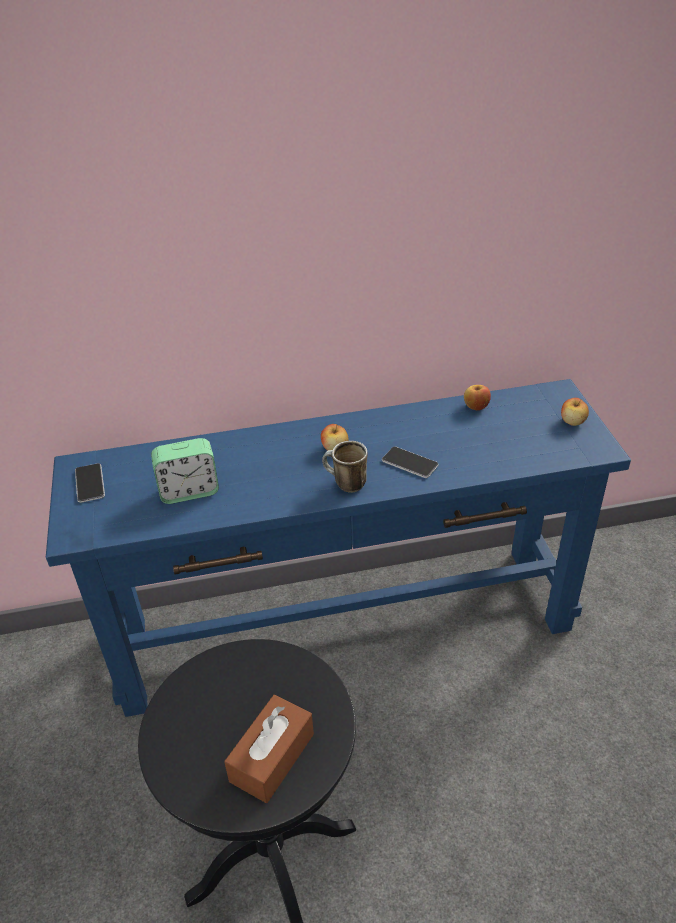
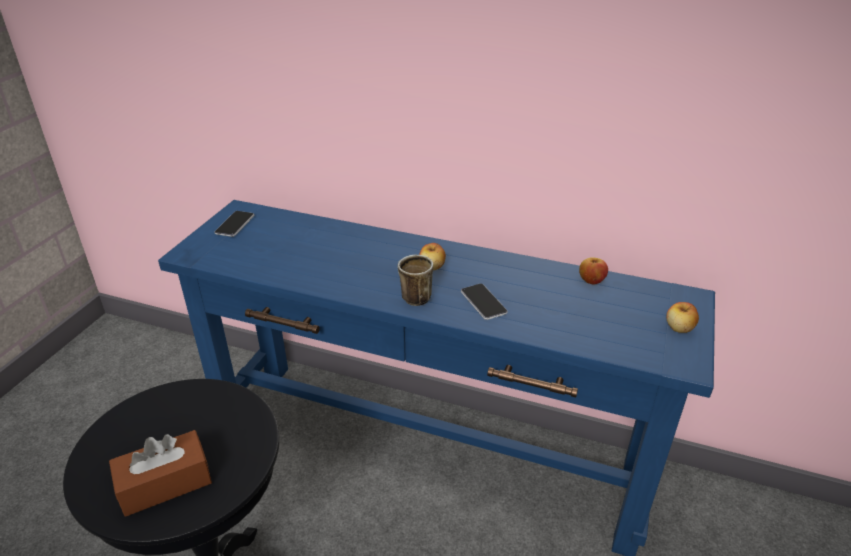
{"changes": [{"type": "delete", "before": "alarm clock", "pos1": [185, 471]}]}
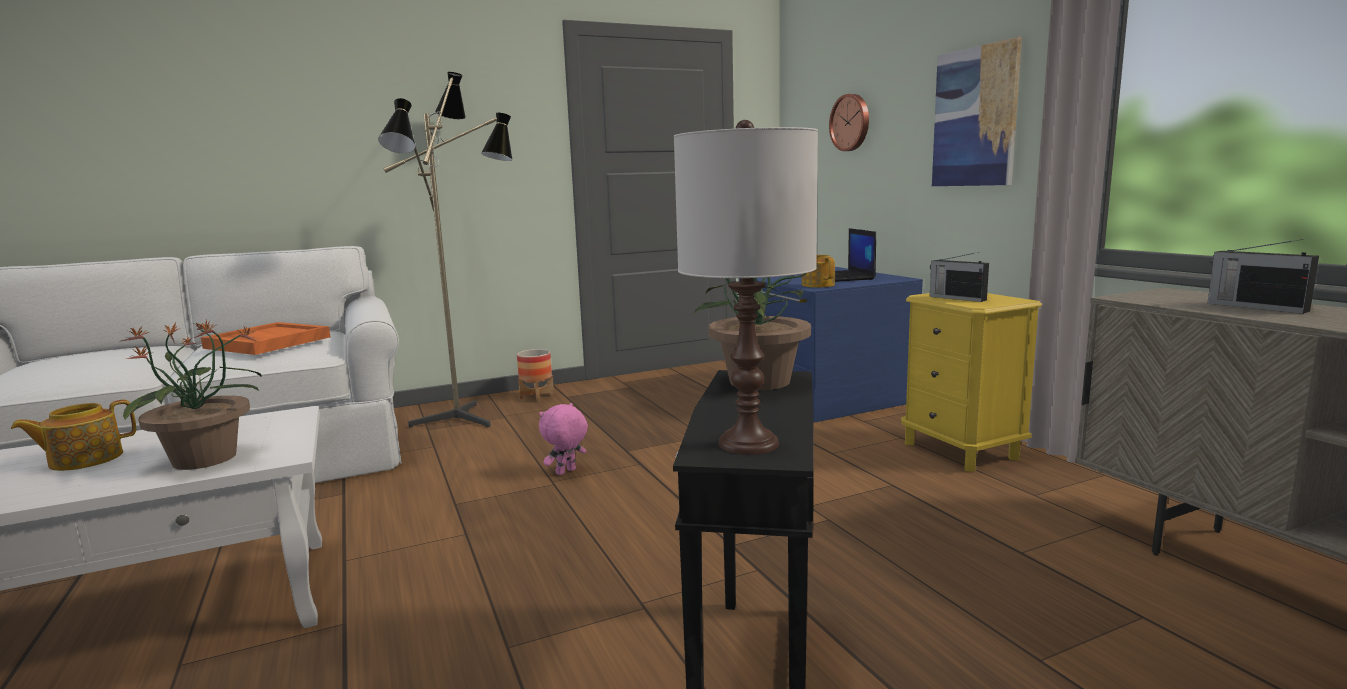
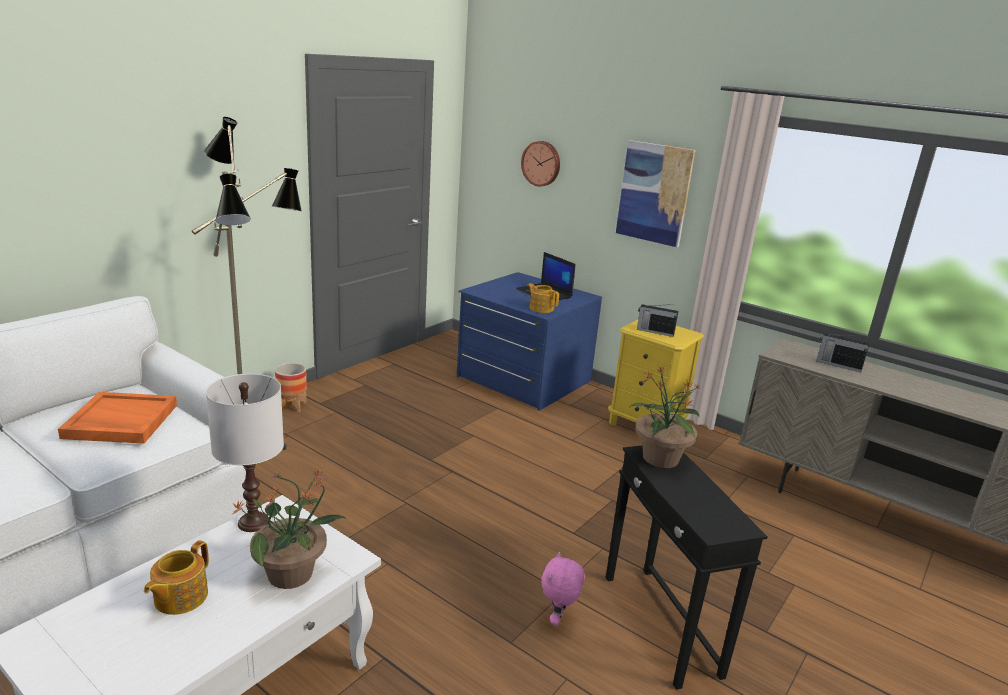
{"changes": [{"type": "move", "before": "pink plush toy", "pos1": [563, 439], "pos2": [563, 589]}, {"type": "move", "before": "white table lamp", "pos1": [746, 287], "pos2": [245, 453]}]}
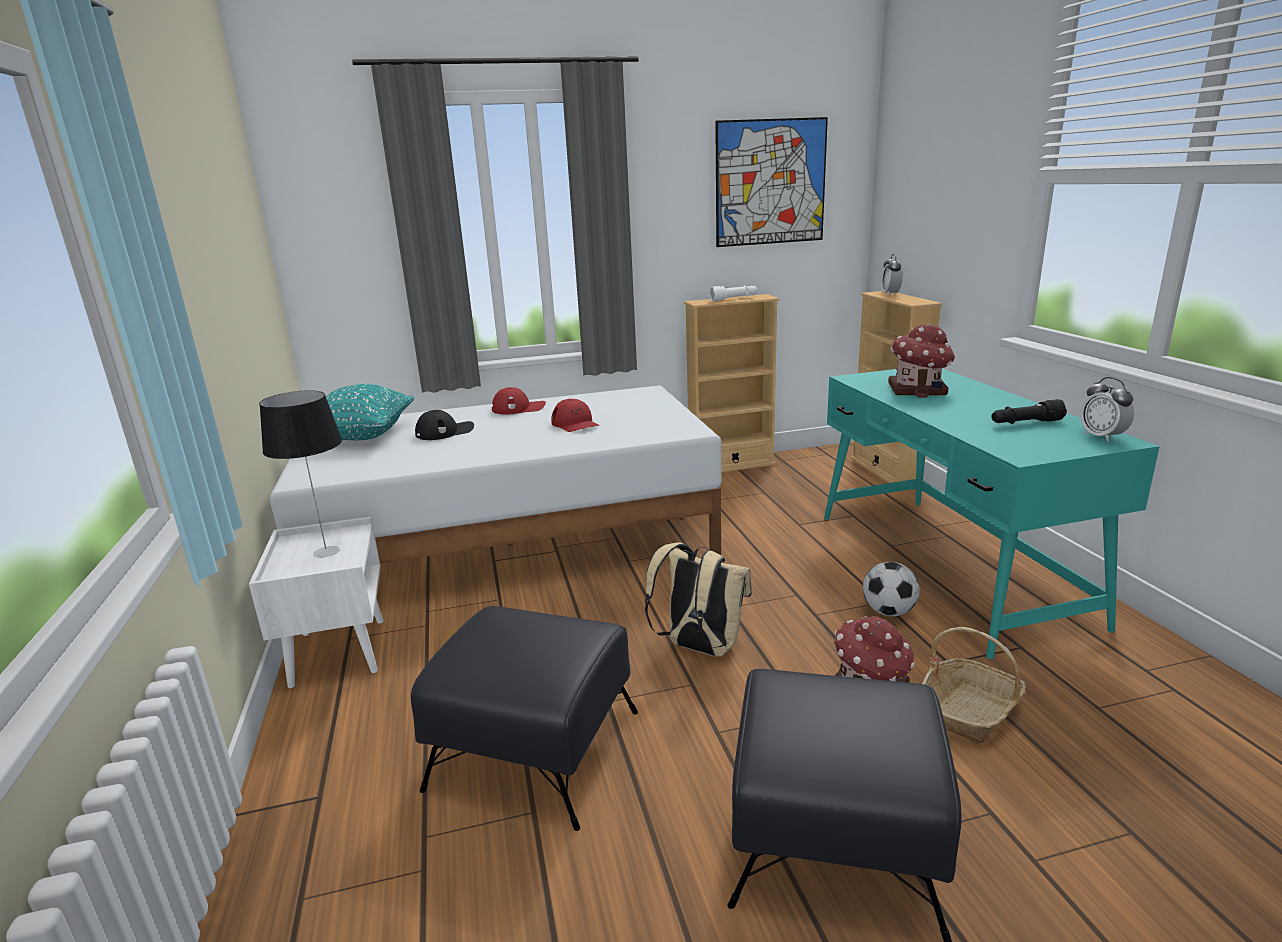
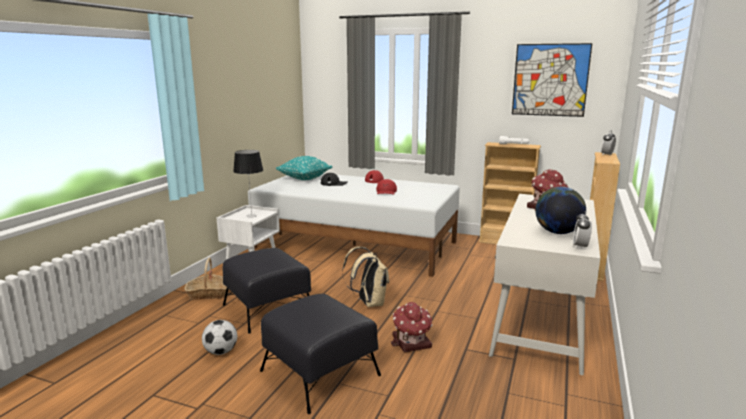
{"changes": [{"type": "move", "before": "football", "pos1": [891, 589], "pos2": [219, 337]}, {"type": "move", "before": "basket", "pos1": [974, 685], "pos2": [206, 278]}, {"type": "replace", "before": "black flashlight", "after": "globe", "pos1": [1029, 411], "pos2": [560, 210]}, {"type": "recolor", "before": "turquoise desk", "after": "white desk", "pos1": [992, 514], "pos2": [544, 284]}]}
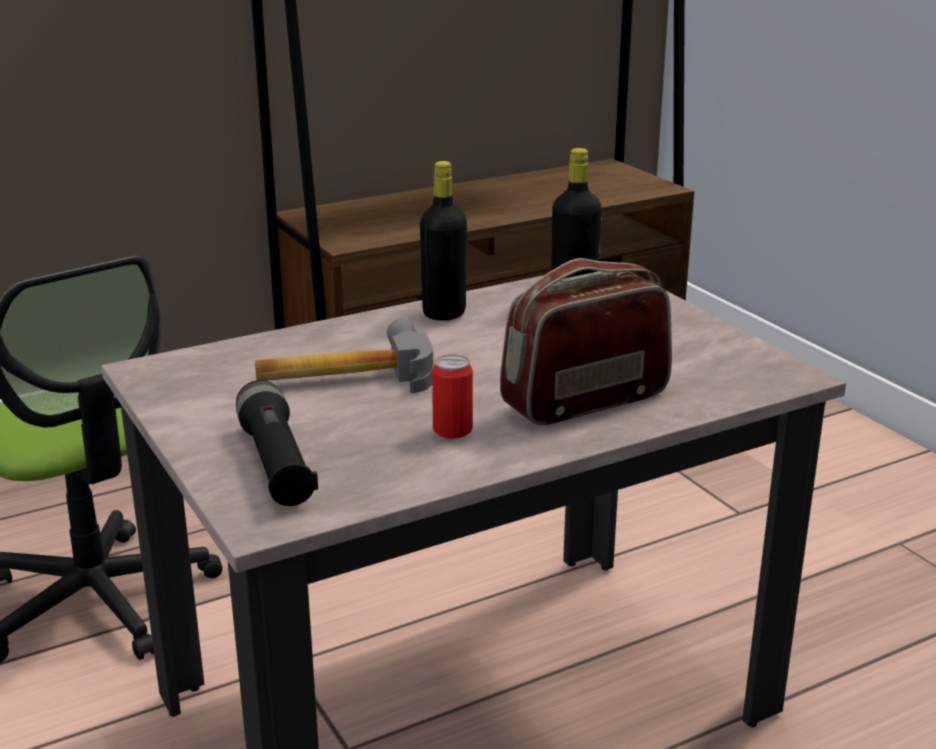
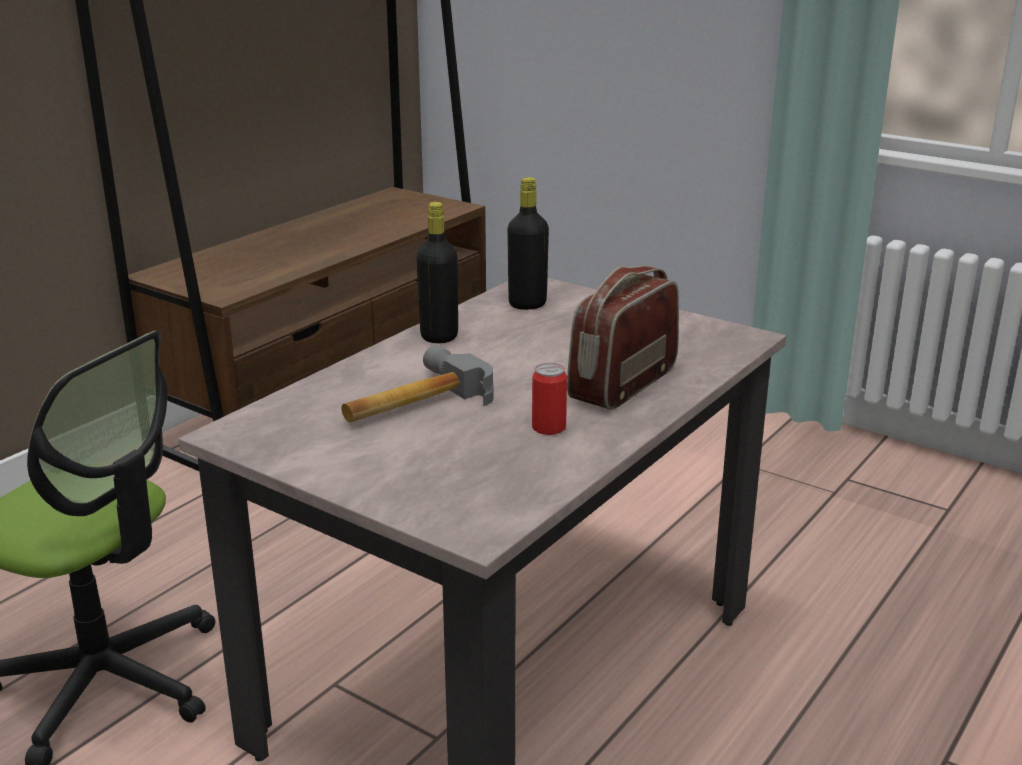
{"changes": [{"type": "delete", "before": "black flashlight", "pos1": [277, 443]}]}
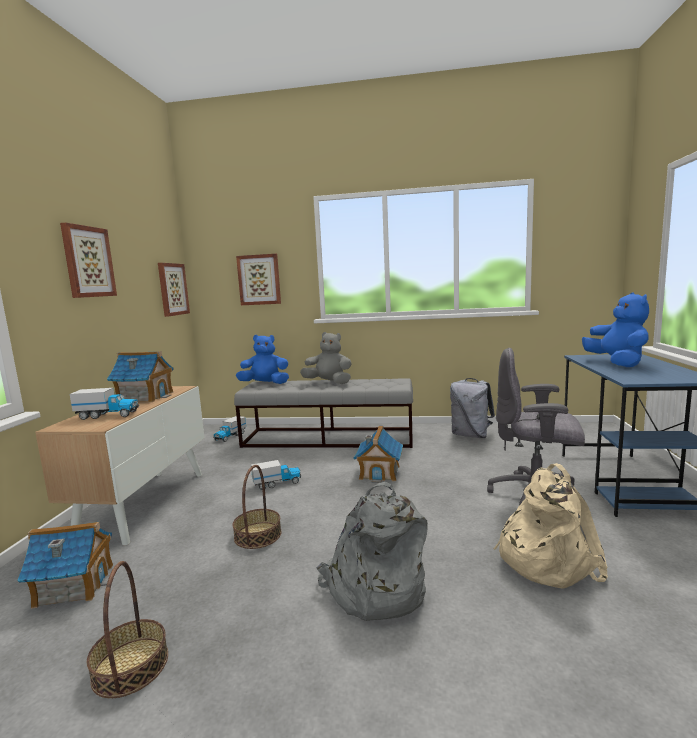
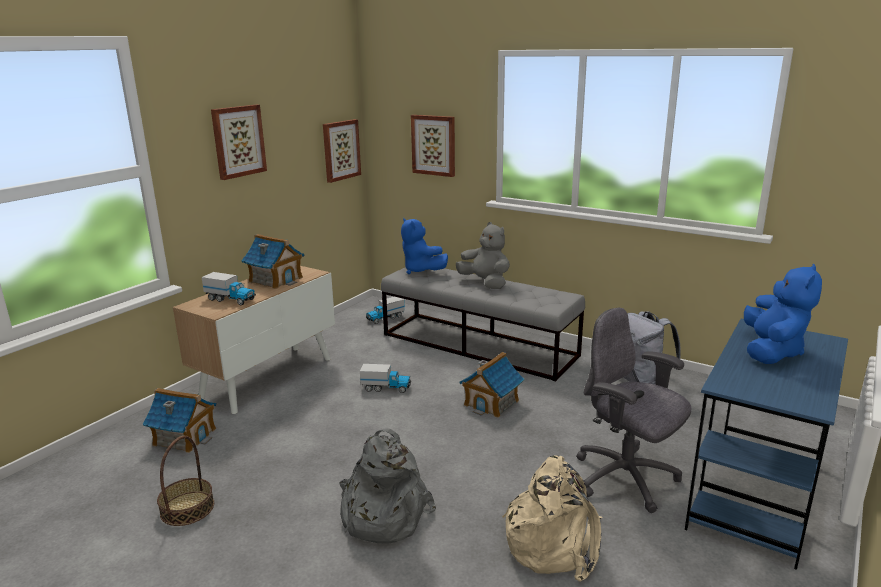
{"changes": [{"type": "delete", "before": "basket", "pos1": [257, 507]}, {"type": "rotate", "before": "blue plush toy", "pos1": [262, 359], "pos2": [424, 246], "turn": -150}]}
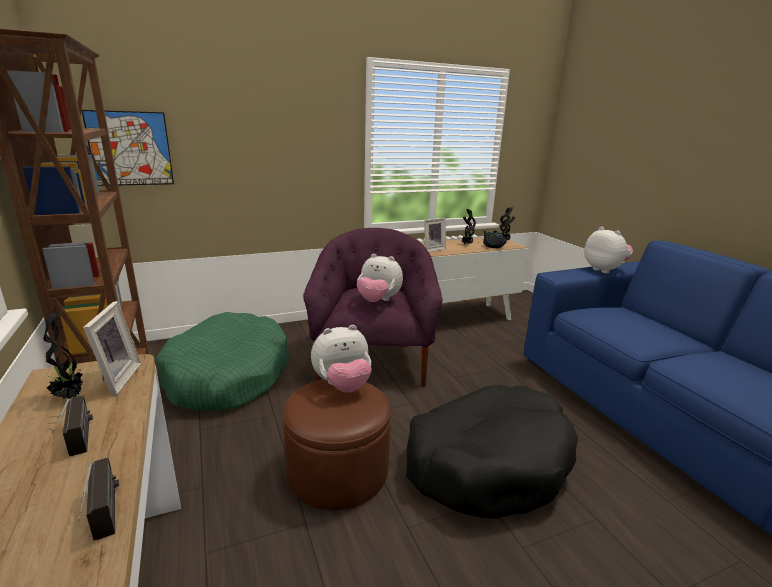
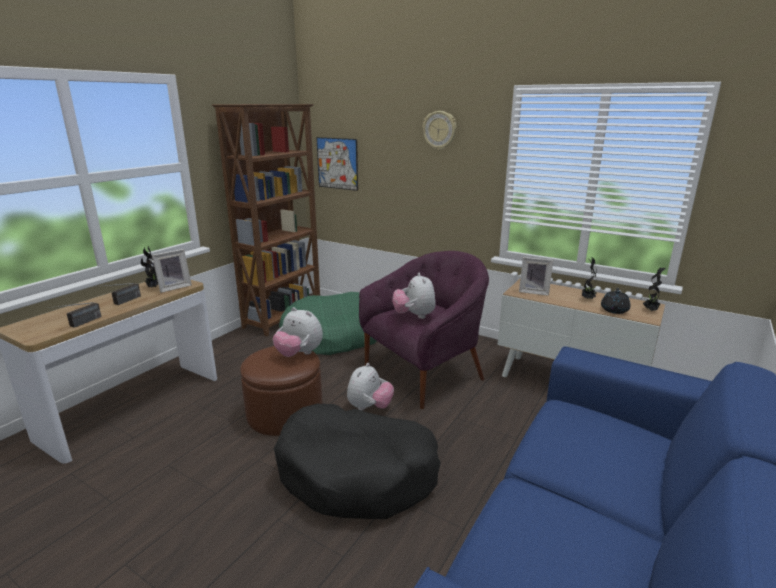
{"changes": [{"type": "insert", "after": "wall clock", "pos2": [439, 130]}, {"type": "move", "before": "plush toy", "pos1": [608, 250], "pos2": [370, 387]}]}
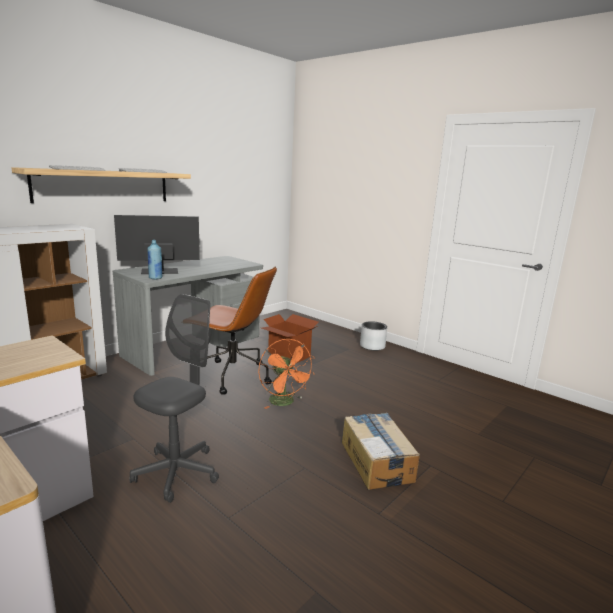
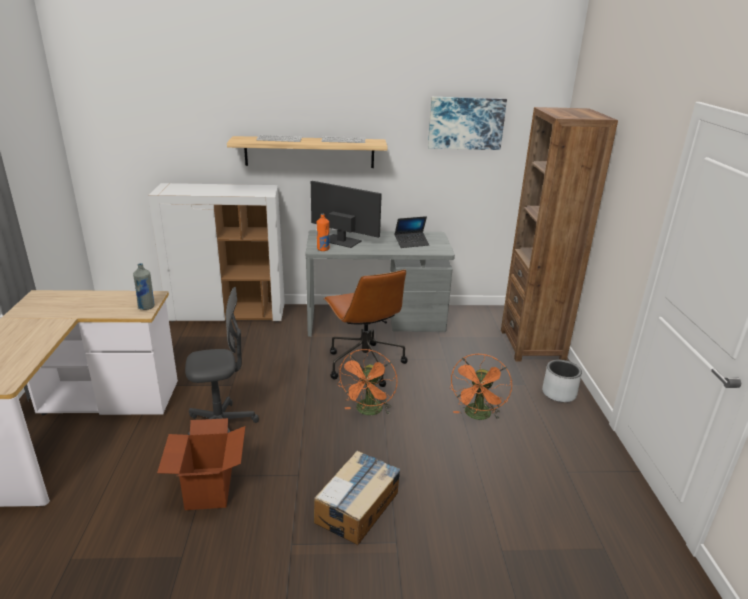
{"changes": [{"type": "insert", "after": "grey bottle", "pos2": [144, 286]}, {"type": "insert", "after": "laptop", "pos2": [412, 232]}, {"type": "insert", "after": "picture", "pos2": [467, 123]}, {"type": "insert", "after": "orange fan", "pos2": [481, 387]}, {"type": "insert", "after": "brown bookcase", "pos2": [559, 234]}, {"type": "move", "before": "cardboard box", "pos1": [290, 338], "pos2": [201, 464]}, {"type": "recolor", "before": "blue bottle", "after": "orange bottle", "pos1": [154, 259], "pos2": [323, 232]}]}
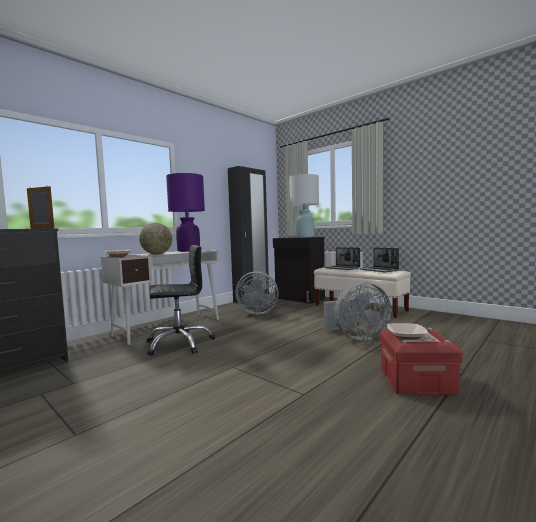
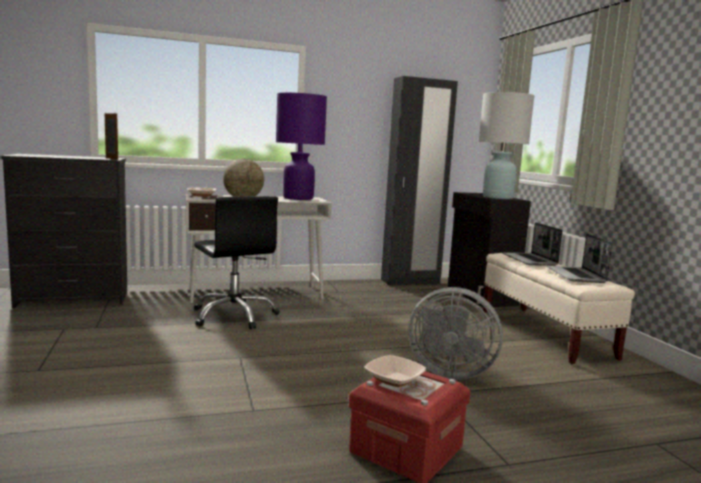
{"changes": [{"type": "delete", "before": "grey fan", "pos1": [257, 293]}, {"type": "rotate", "before": "black office chair", "pos1": [181, 300], "pos2": [237, 262], "turn": 45}]}
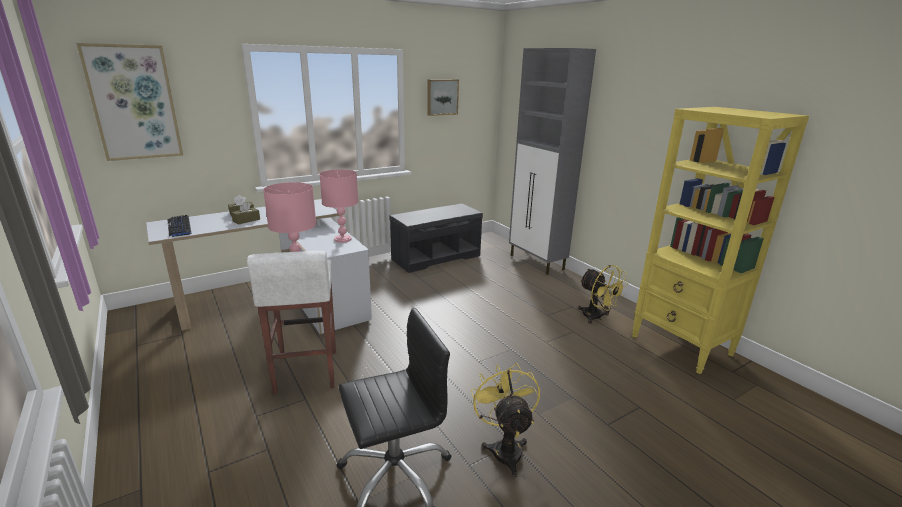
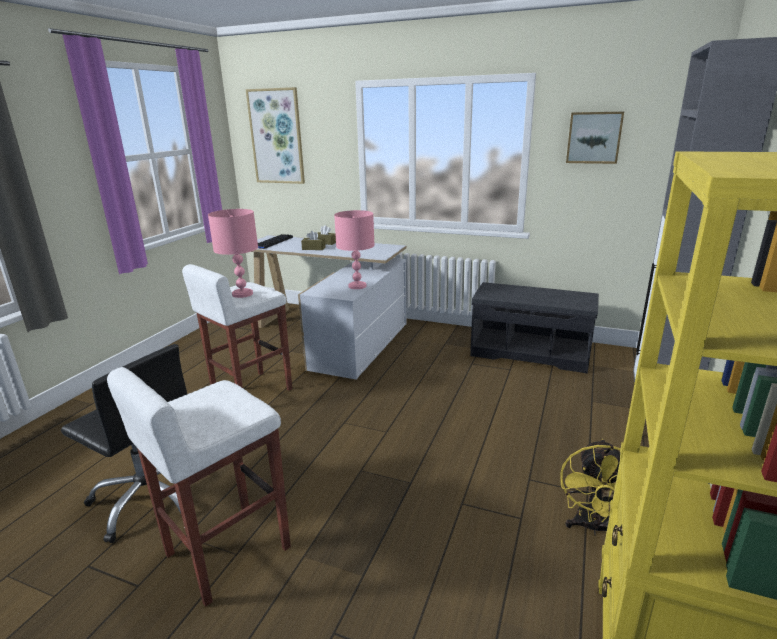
{"changes": [{"type": "replace", "before": "yellow fan", "after": "white stool", "pos1": [505, 420], "pos2": [199, 487]}]}
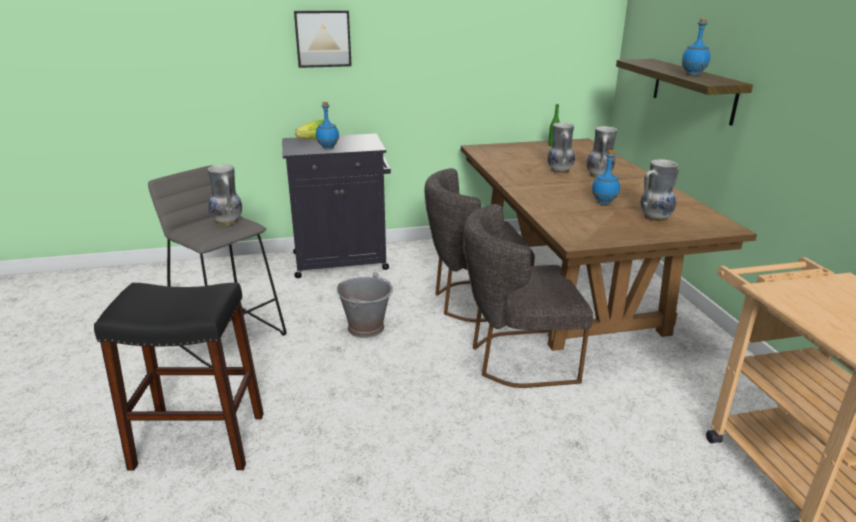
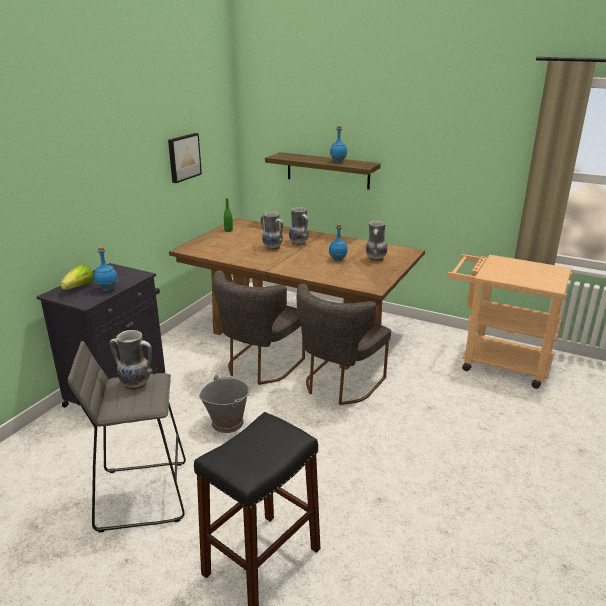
{"changes": [{"type": "move", "before": "picture", "pos1": [323, 39], "pos2": [185, 158]}]}
